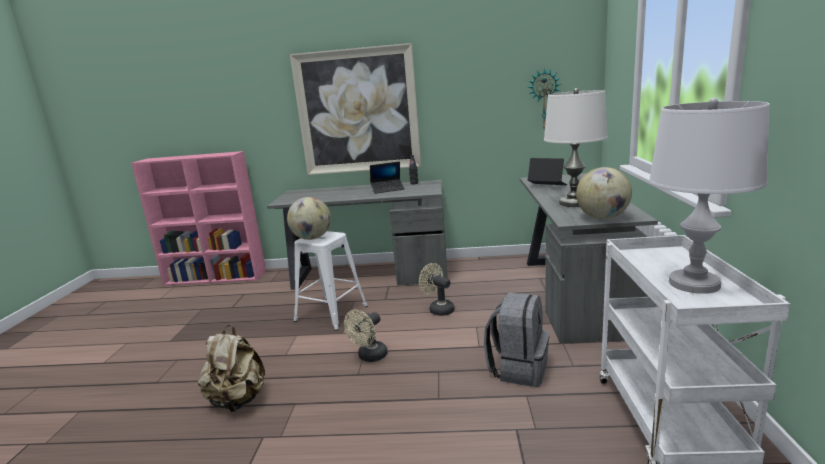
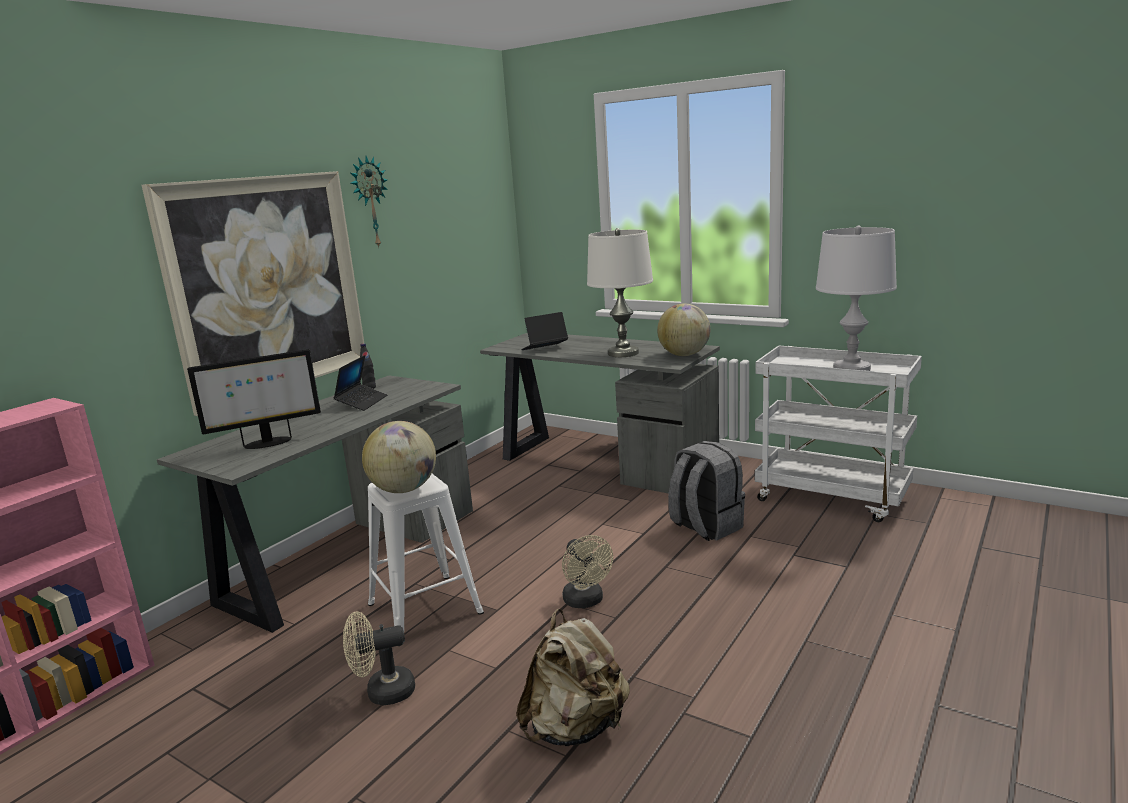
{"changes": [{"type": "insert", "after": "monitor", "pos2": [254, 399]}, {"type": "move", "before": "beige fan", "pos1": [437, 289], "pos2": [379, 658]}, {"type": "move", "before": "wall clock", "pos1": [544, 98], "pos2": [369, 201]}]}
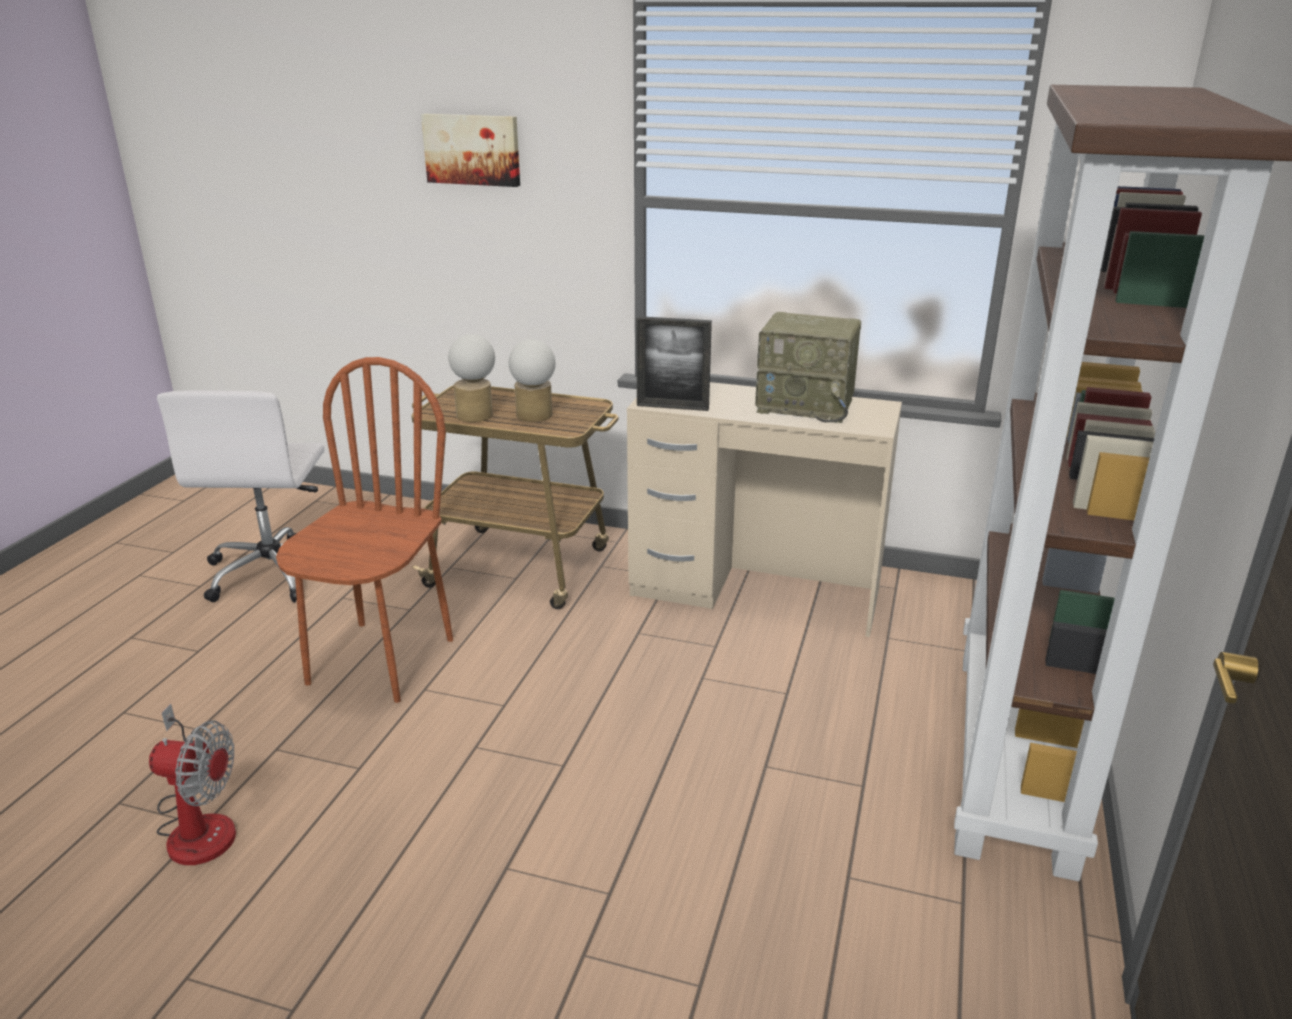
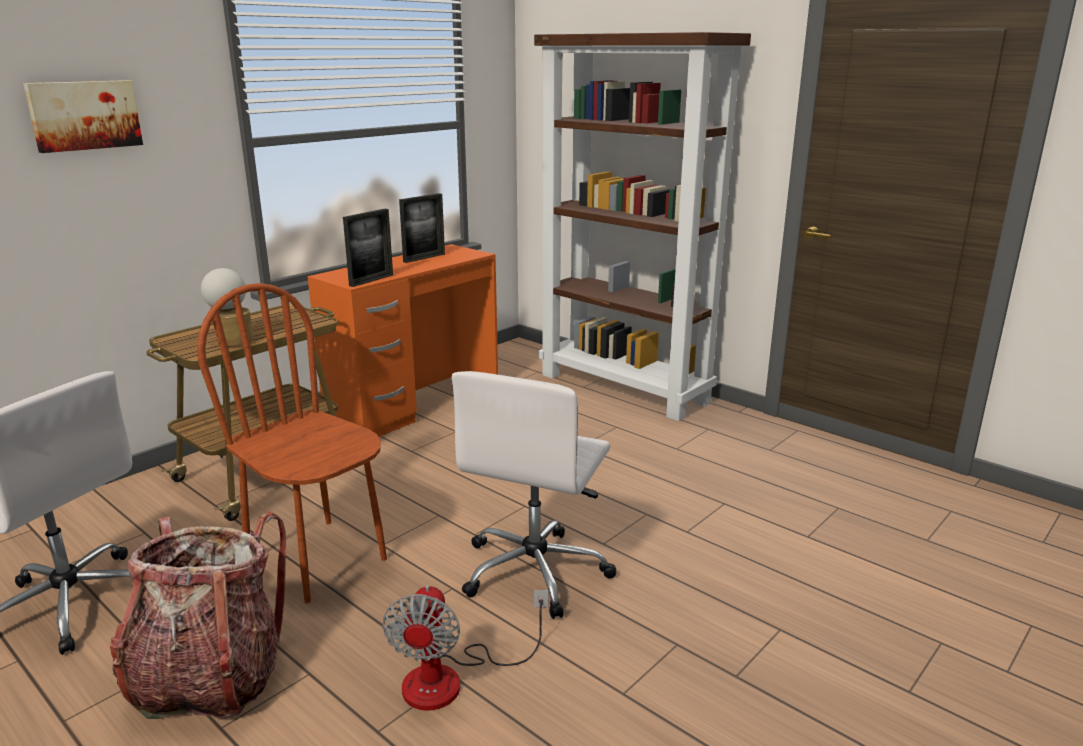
{"changes": [{"type": "delete", "before": "table lamp", "pos1": [532, 380]}, {"type": "insert", "after": "backpack", "pos2": [198, 615]}, {"type": "insert", "after": "white office chair", "pos2": [534, 495]}, {"type": "replace", "before": "radio", "after": "picture frame", "pos1": [808, 367], "pos2": [422, 228]}, {"type": "recolor", "before": "beige desk", "after": "orange desk", "pos1": [764, 509], "pos2": [403, 340]}, {"type": "rotate", "before": "fan", "pos1": [192, 784], "pos2": [465, 648], "turn": 150}]}
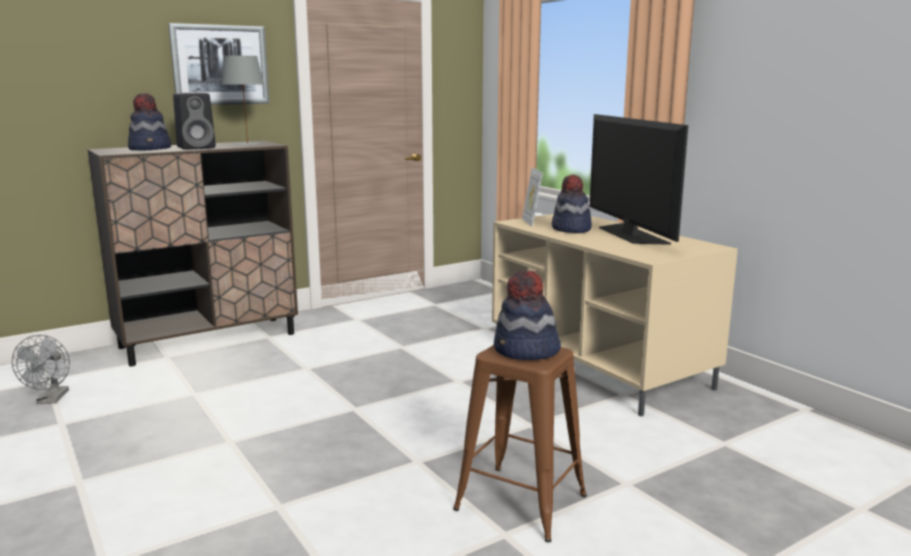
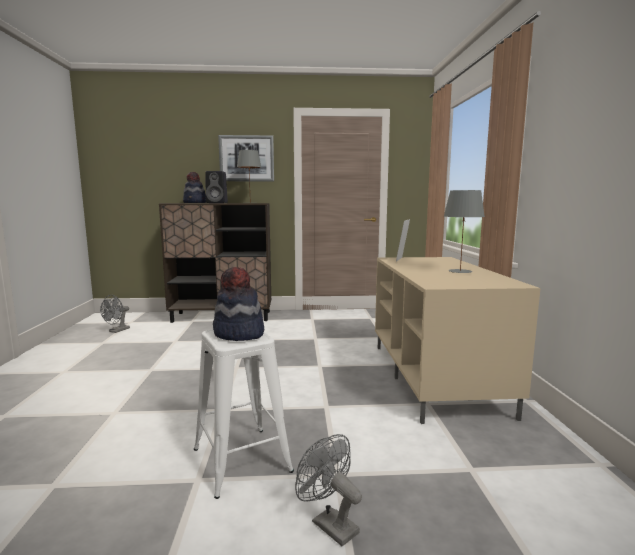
{"changes": [{"type": "delete", "before": "hat", "pos1": [572, 203]}, {"type": "insert", "after": "grey fan", "pos2": [328, 490]}, {"type": "replace", "before": "television", "after": "grey table lamp", "pos1": [638, 179], "pos2": [464, 231]}, {"type": "recolor", "before": "brown stool", "after": "white stool", "pos1": [520, 443], "pos2": [244, 414]}]}
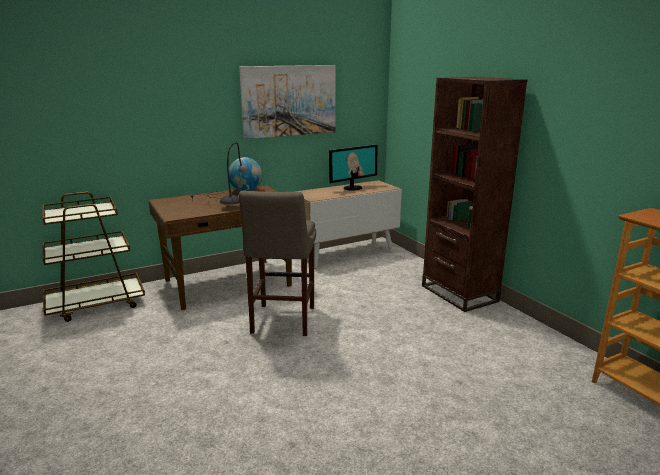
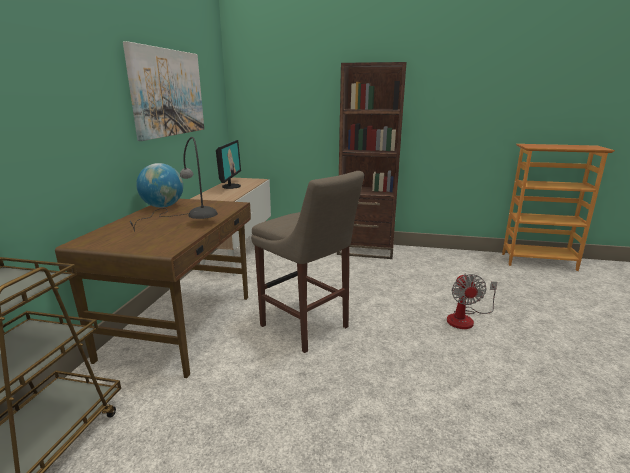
{"changes": [{"type": "insert", "after": "fan", "pos2": [472, 301]}]}
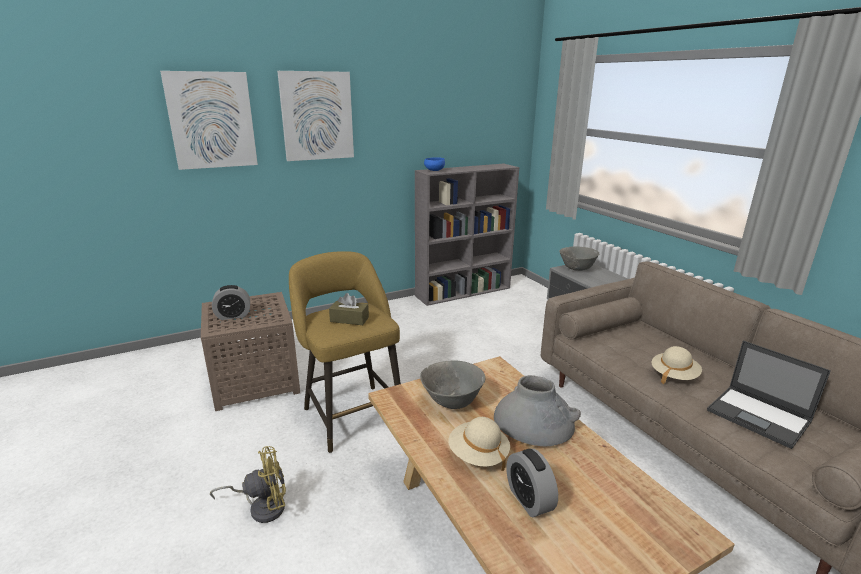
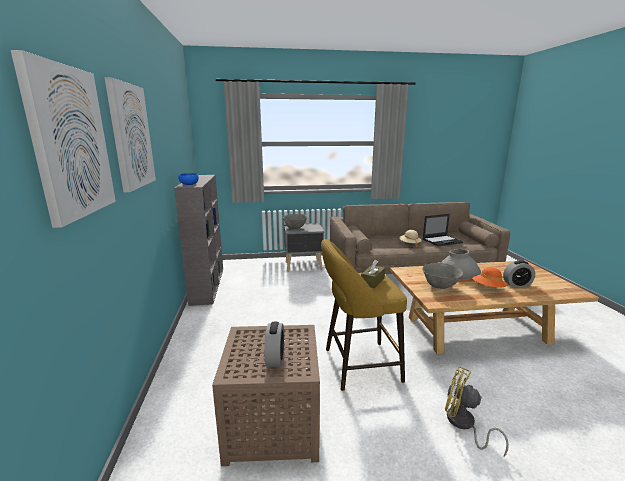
{"changes": [{"type": "recolor", "before": "beige hat", "after": "orange hat", "pos1": [479, 444], "pos2": [489, 277]}, {"type": "rotate", "before": "yellow fan", "pos1": [248, 484], "pos2": [477, 411], "turn": -60}]}
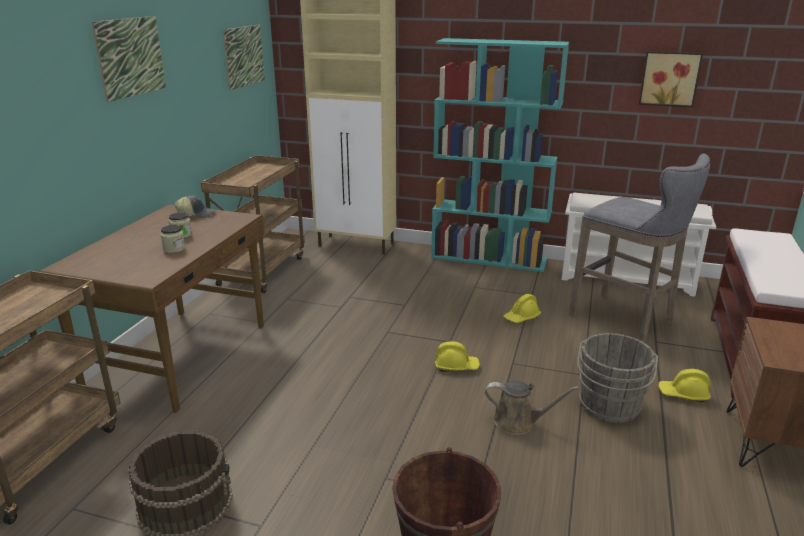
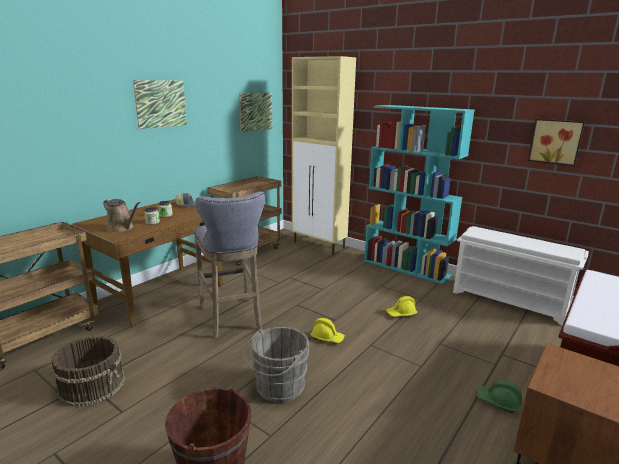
{"changes": [{"type": "move", "before": "brown watering can", "pos1": [532, 407], "pos2": [121, 216]}, {"type": "move", "before": "grey stool", "pos1": [639, 248], "pos2": [229, 265]}, {"type": "move", "before": "grey bucket", "pos1": [617, 378], "pos2": [276, 365]}, {"type": "recolor", "before": "yellow hard hat", "after": "green hard hat", "pos1": [685, 386], "pos2": [499, 396]}]}
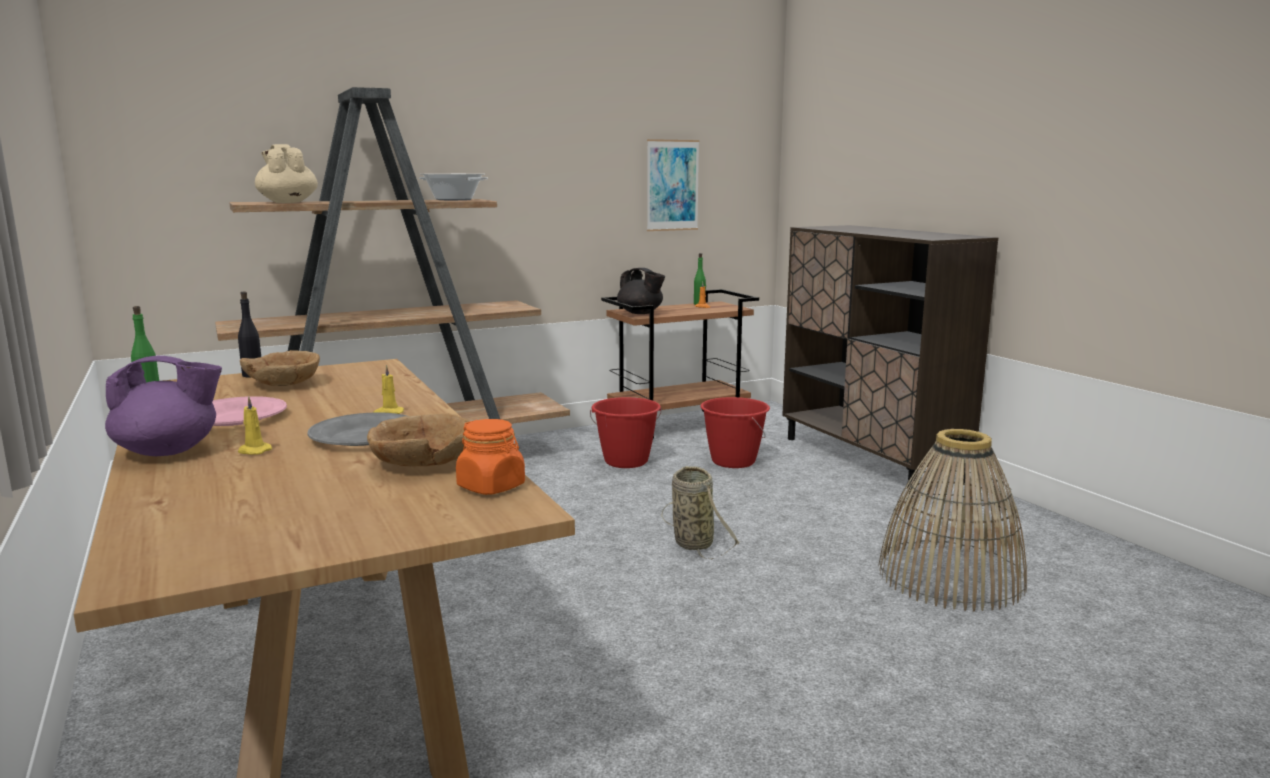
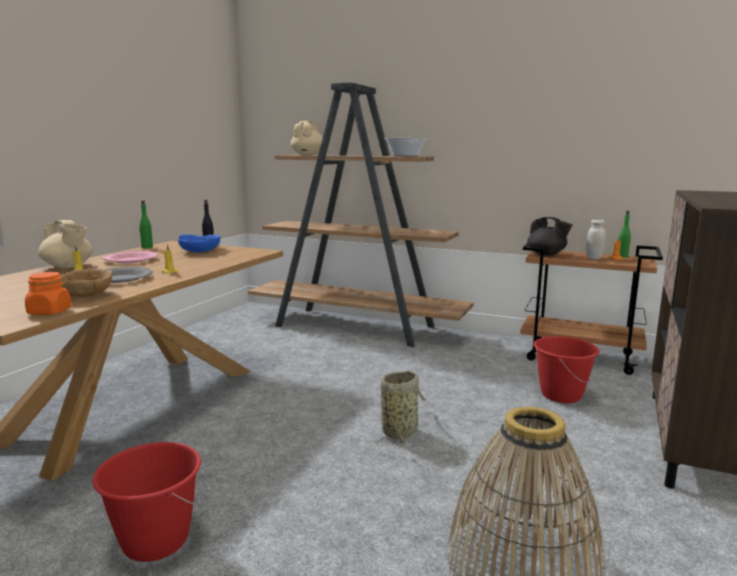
{"changes": [{"type": "delete", "before": "picture", "pos1": [673, 185]}, {"type": "insert", "after": "white jar", "pos2": [596, 239]}, {"type": "move", "before": "red bucket", "pos1": [626, 432], "pos2": [146, 502]}, {"type": "recolor", "before": "purple teapot", "after": "beige teapot", "pos1": [163, 405], "pos2": [65, 244]}, {"type": "recolor", "before": "brown bowl", "after": "blue bowl", "pos1": [280, 368], "pos2": [199, 243]}, {"type": "rotate", "before": "black teapot", "pos1": [641, 291], "pos2": [549, 236], "turn": -45}]}
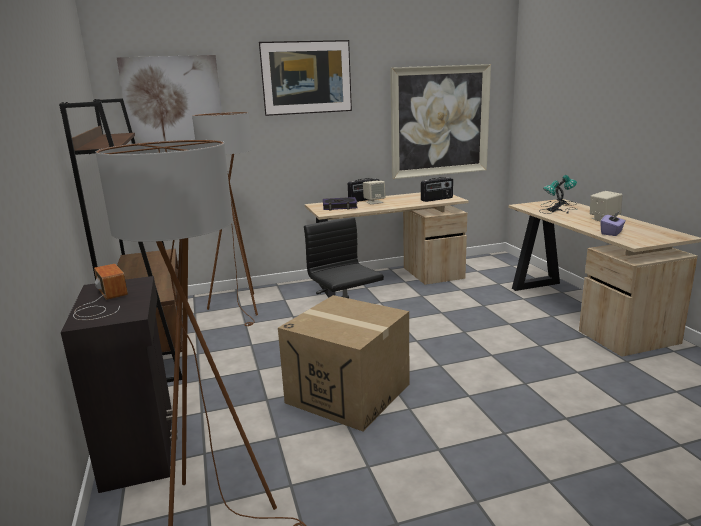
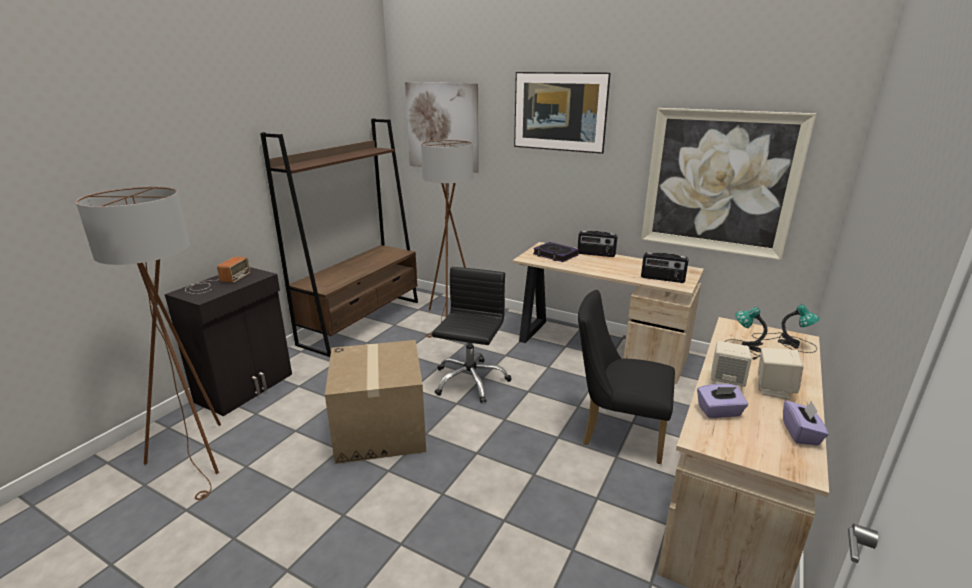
{"changes": [{"type": "insert", "after": "black chair", "pos2": [626, 377]}, {"type": "insert", "after": "purple tissue box", "pos2": [806, 423]}, {"type": "move", "before": "beige speaker", "pos1": [374, 192], "pos2": [731, 366]}]}
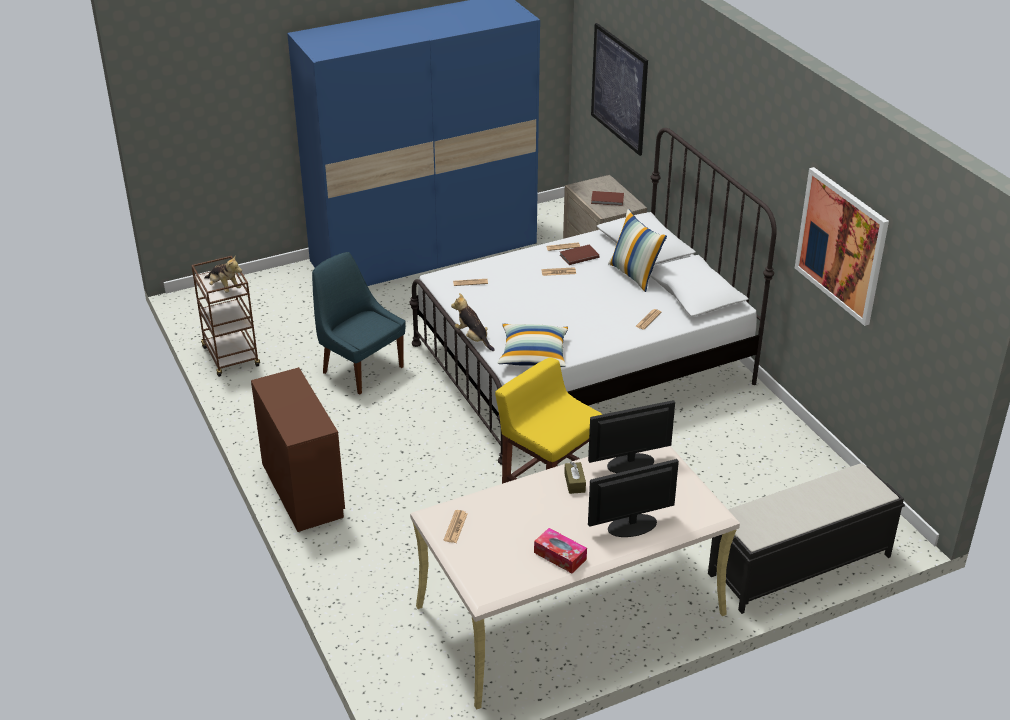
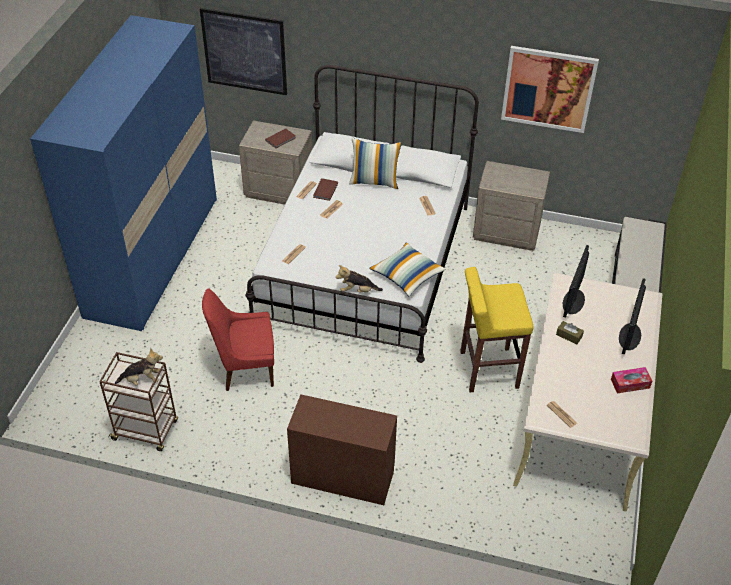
{"changes": [{"type": "insert", "after": "beige nightstand", "pos2": [511, 206]}, {"type": "recolor", "before": "blue chair", "after": "red chair", "pos1": [358, 323], "pos2": [238, 339]}]}
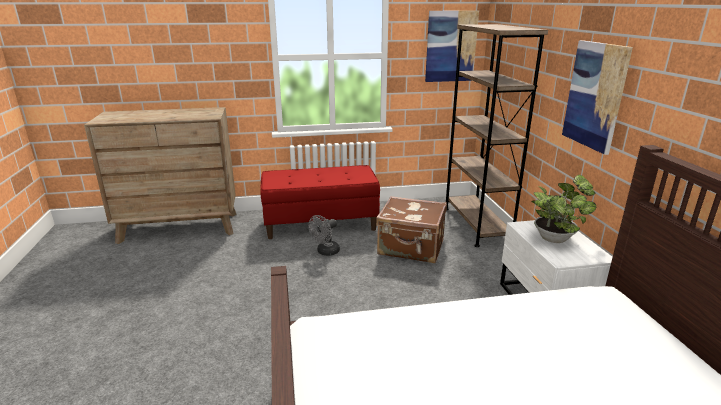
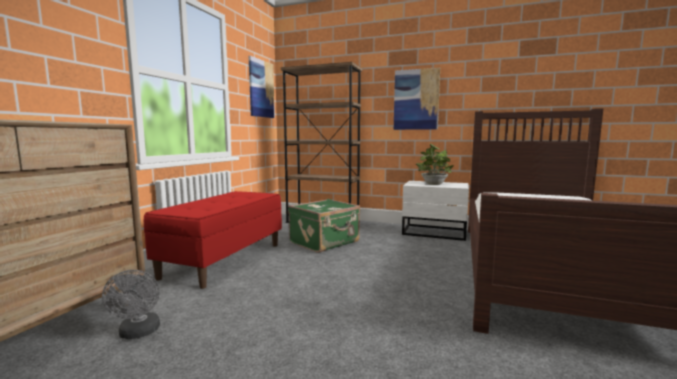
{"changes": [{"type": "move", "before": "grey fan", "pos1": [324, 235], "pos2": [131, 304]}, {"type": "recolor", "before": "brown suitcase", "after": "green suitcase", "pos1": [411, 229], "pos2": [324, 226]}]}
